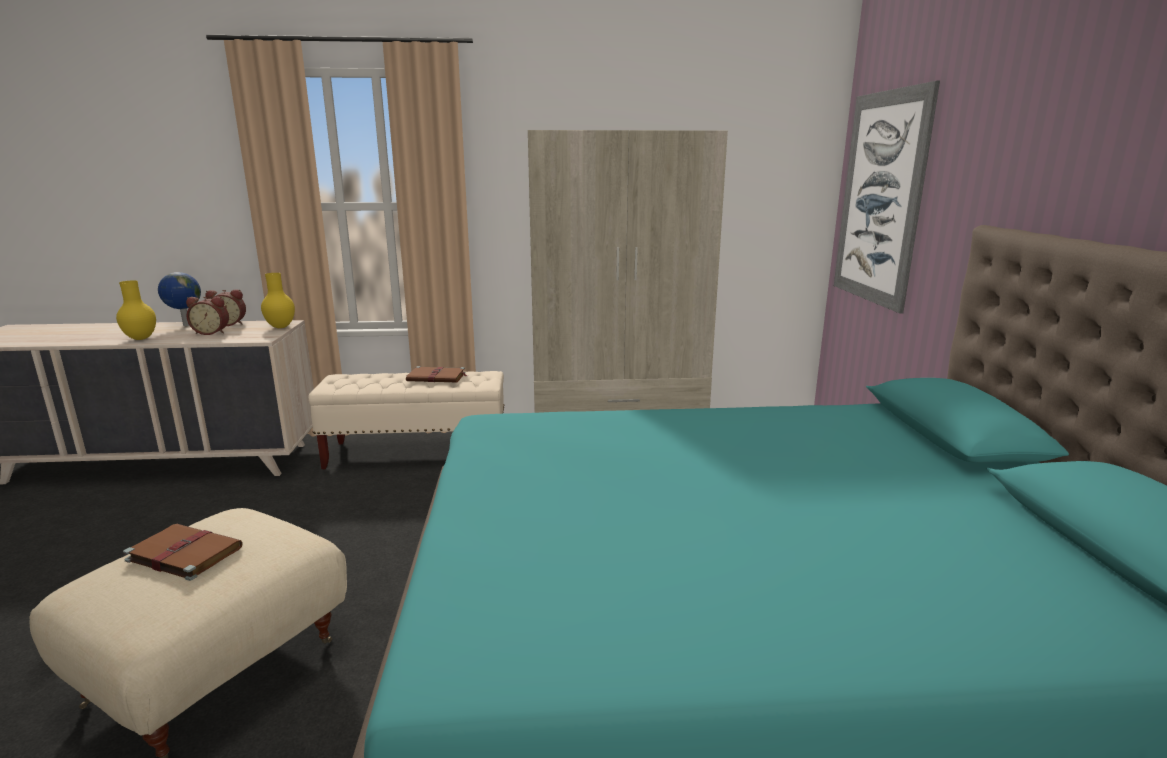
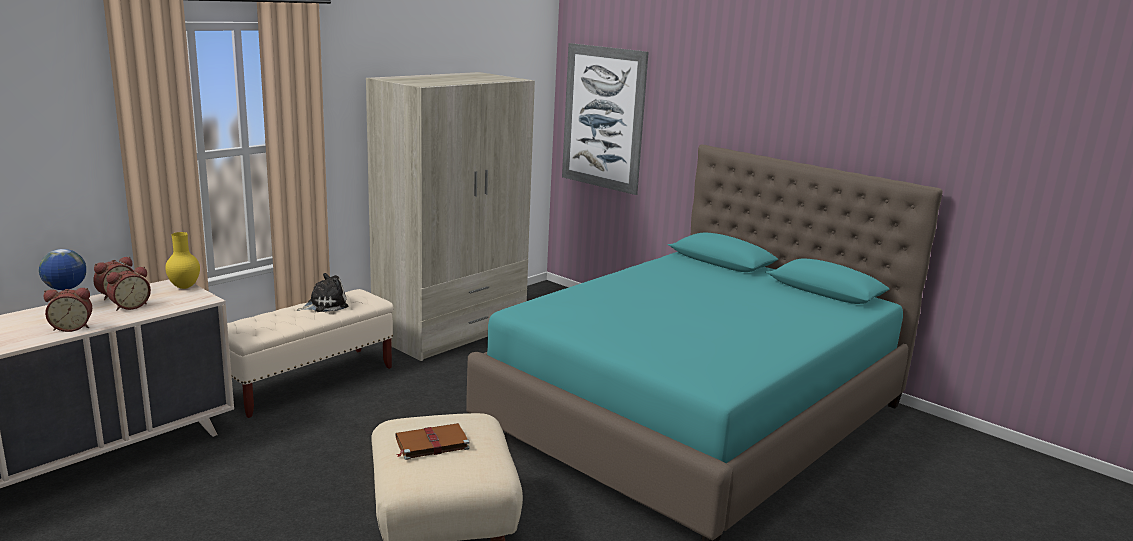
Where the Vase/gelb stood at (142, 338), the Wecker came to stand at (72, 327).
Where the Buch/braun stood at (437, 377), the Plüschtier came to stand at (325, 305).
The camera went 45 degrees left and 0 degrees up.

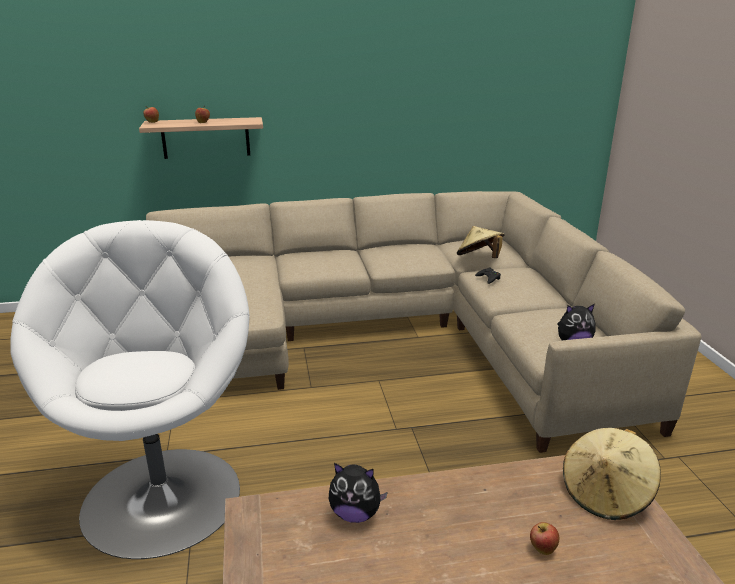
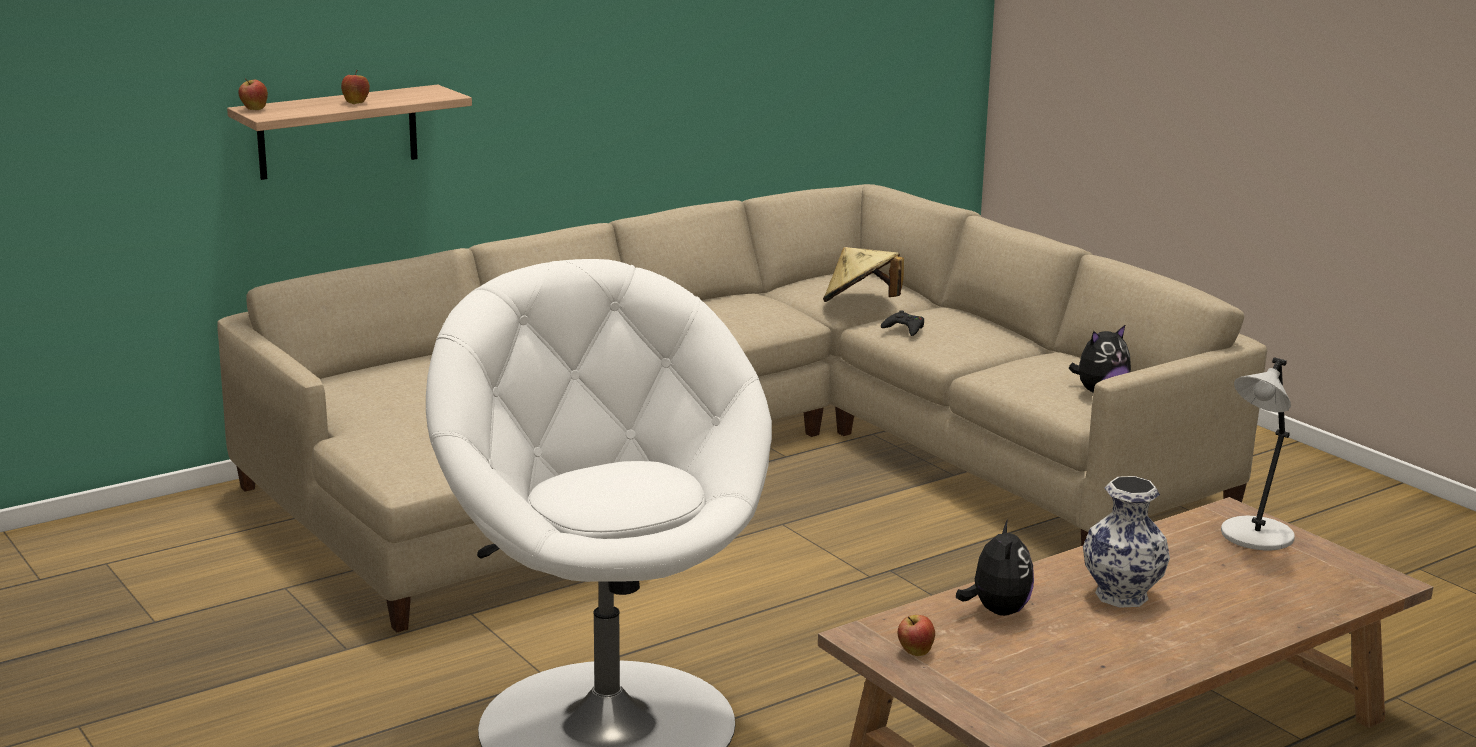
The Apfel ended up elsewhere, having gone from (542, 549) to (915, 652).
The Plüschtier at (355, 514) ended up facing another way, 75 degrees counterclockwise from before.
The second view gained the Vase at (1123, 596).
Where the Hut/beige stood at (606, 494), the Tischlampe/grau came to stand at (1255, 537).
The camera went 25 degrees left and 5 degrees down.

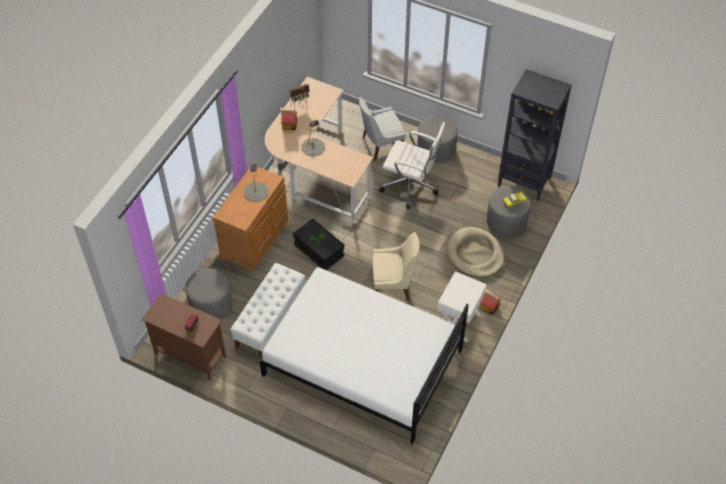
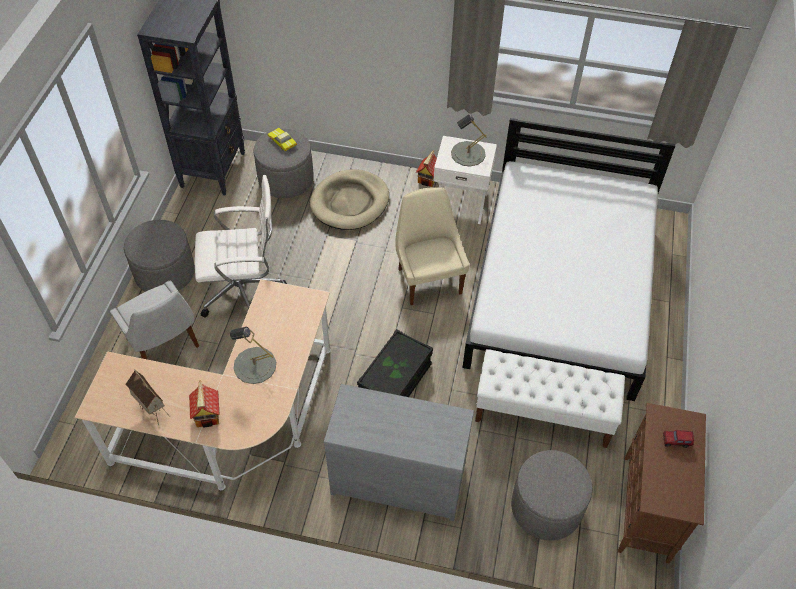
The Bürostuhl/weiß at (411, 186) ended up facing another way, 75 degrees clockwise from before.
What was the Kommode/braun at (256, 239) turned into the Kommode/grau at (398, 476).
The Tischlampe/grau ended up elsewhere, having gone from (256, 192) to (468, 154).
The camera went 105 degrees left and 0 degrees up.

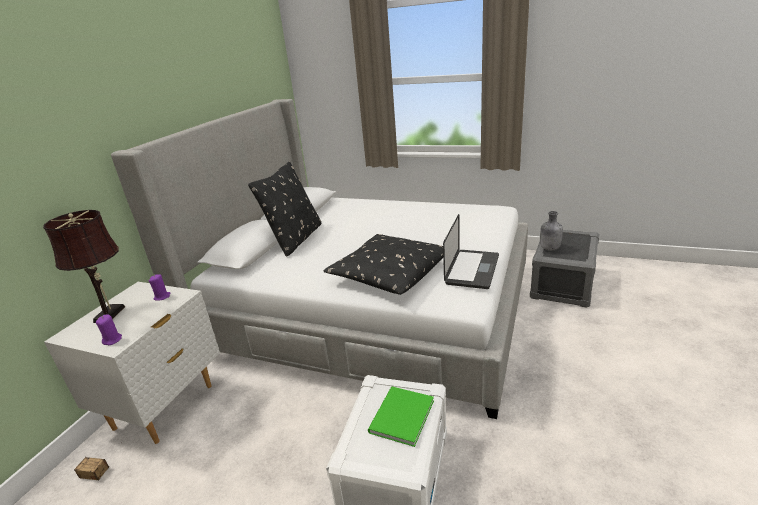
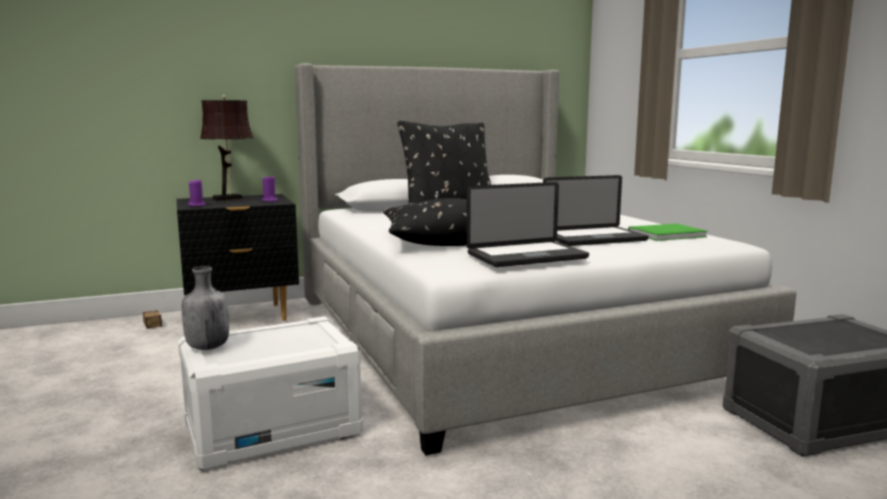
What was the Nachttisch/weiß at (165, 407) turned into the Nachttisch/schwarz at (241, 317).
The Flasche/grau ended up elsewhere, having gone from (549, 248) to (207, 347).
The second view gained the Laptop at (594, 238).
The Buch/grün ended up elsewhere, having gone from (399, 417) to (664, 234).
The camera went 45 degrees right and 15 degrees down.

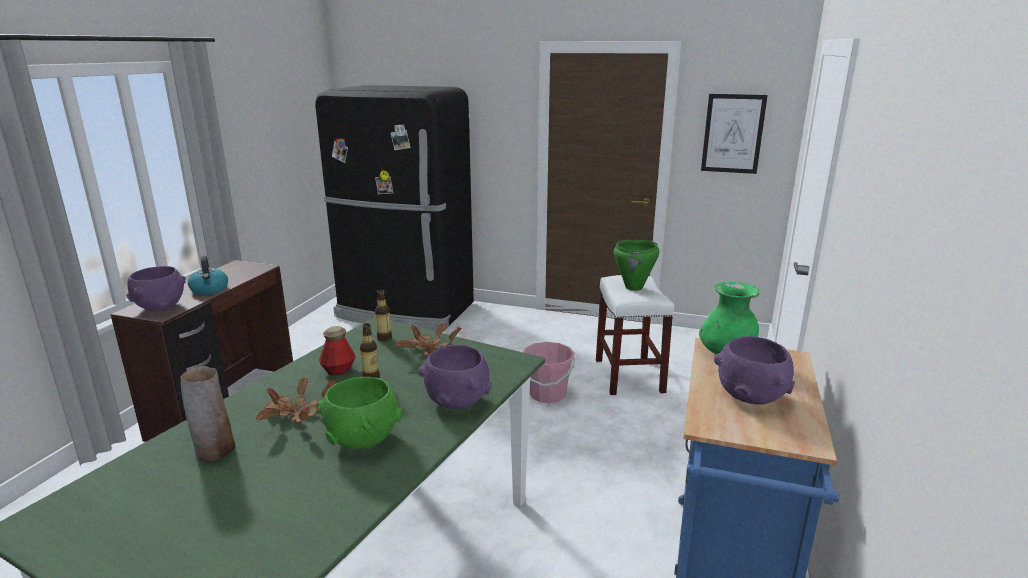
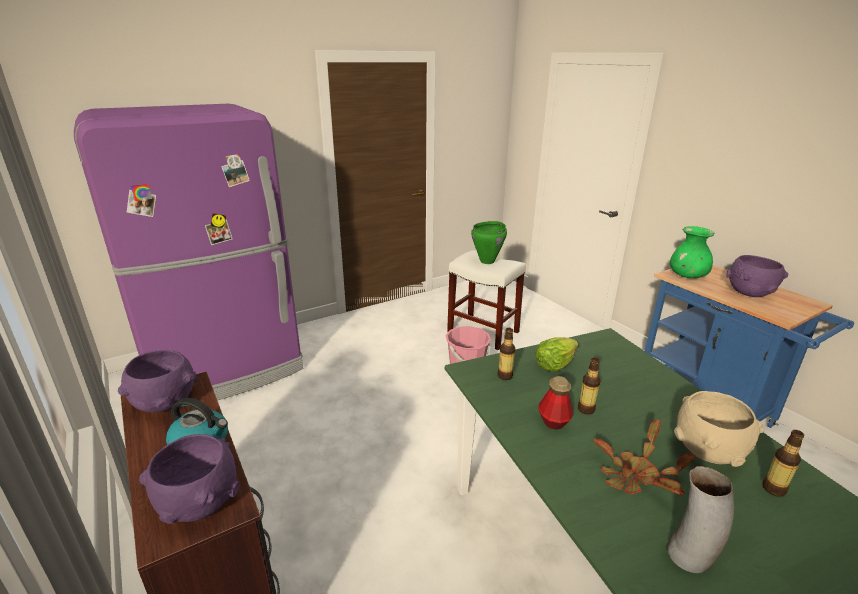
What was the Kühlschrank/schwarz at (405, 311) turned into the Kühlschrank/lila at (226, 369).
The Schüssel/lila ended up elsewhere, having gone from (456, 401) to (165, 403).
Where the Topfpflanze stood at (428, 350), the Salatkopf came to stand at (554, 365).
What was the Schüssel/grün at (364, 439) turned into the Schüssel/beige at (706, 451).
The second view gained the Flasche at (773, 489).
The second view lost the Bild at (733, 134).
The camera went 50 degrees left and 5 degrees up.

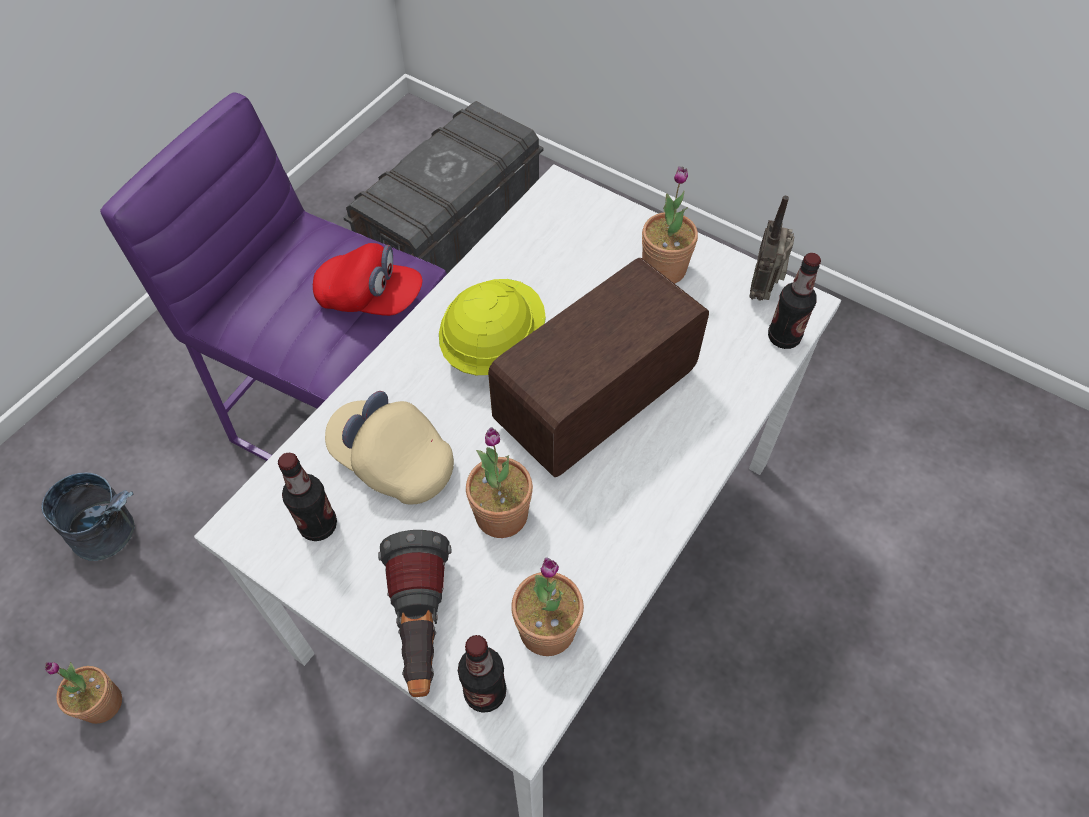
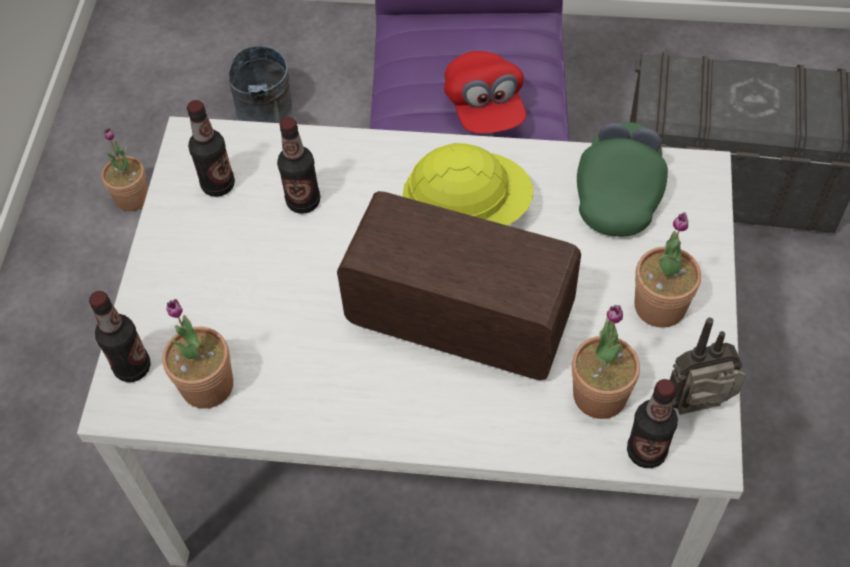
Where the Kappe/beige stood at (393, 461), the Flasche came to stand at (303, 201).
The Topfpflanze ended up elsewhere, having gone from (501, 515) to (600, 395).
The second view gained the Kappe/grün at (619, 192).
The second view lost the Taschenlampe at (421, 625).
The camera went 65 degrees right and 0 degrees up.

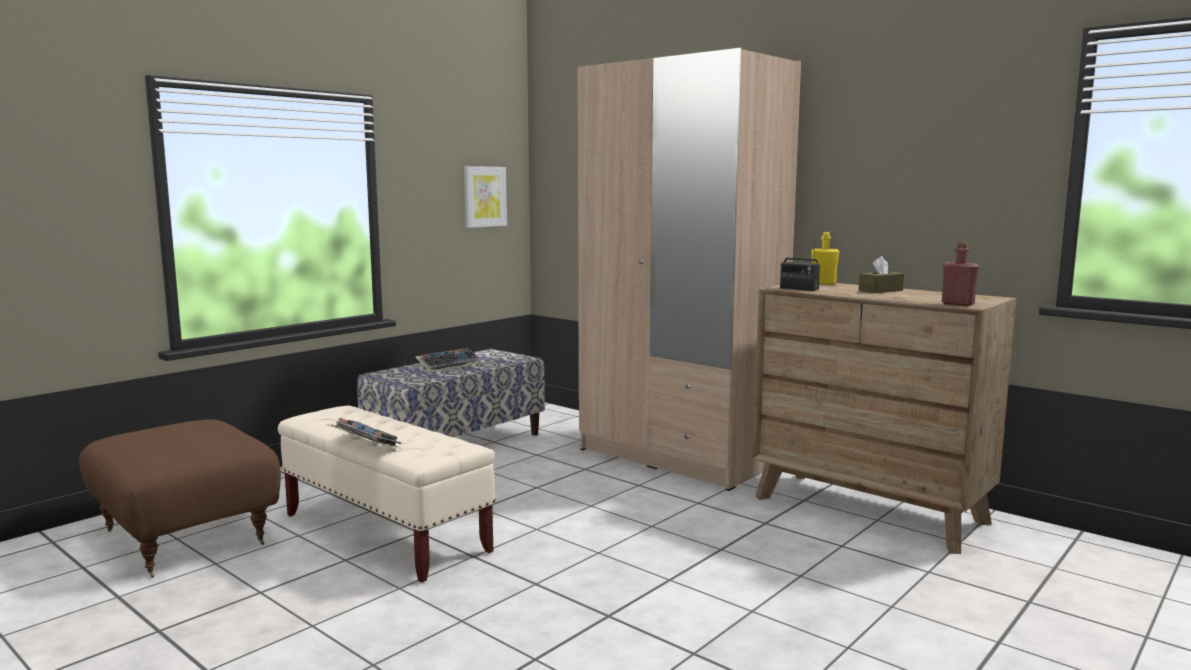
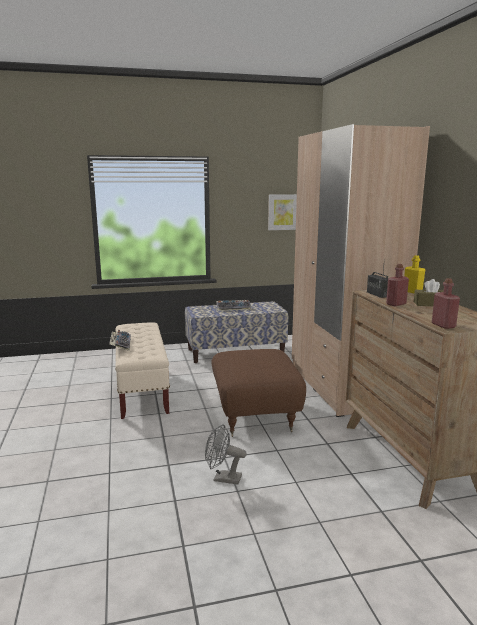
The second view gained the Ventilator/grau at (223, 478).
The Polsterhocker/braun ended up elsewhere, having gone from (188, 537) to (256, 414).
The second view gained the Flasche/rot at (396, 304).
The camera went 35 degrees right and 5 degrees up.

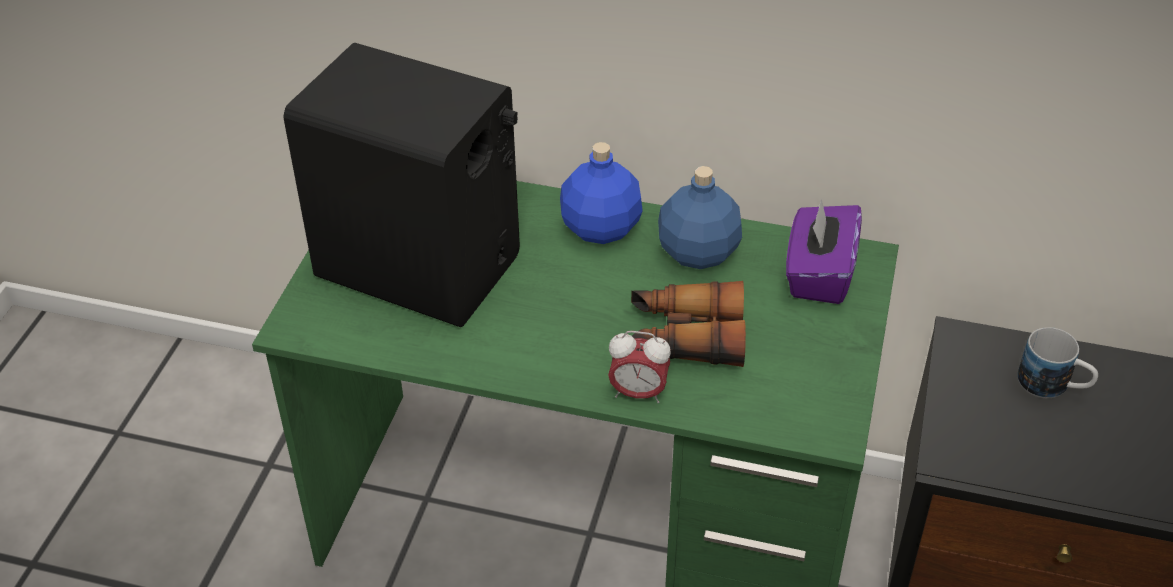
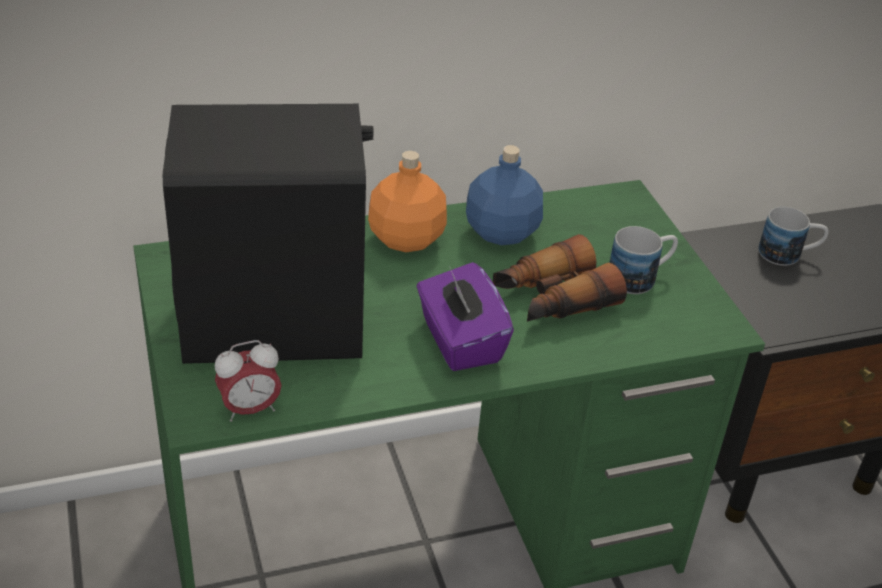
The Wecker ended up elsewhere, having gone from (638, 393) to (250, 409).
What was the Flasche/blau at (602, 228) turned into the Flasche/orange at (407, 239).
The Taschentuchbox/lila ended up elsewhere, having gone from (818, 274) to (459, 341).
The second view gained the Henkelbecher at (640, 277).
The camera went 35 degrees left and 5 degrees down.

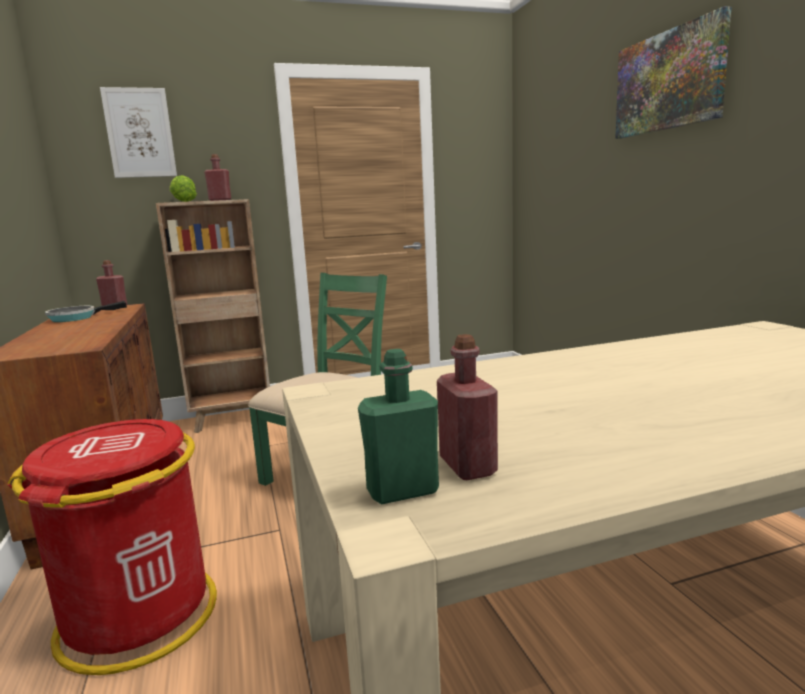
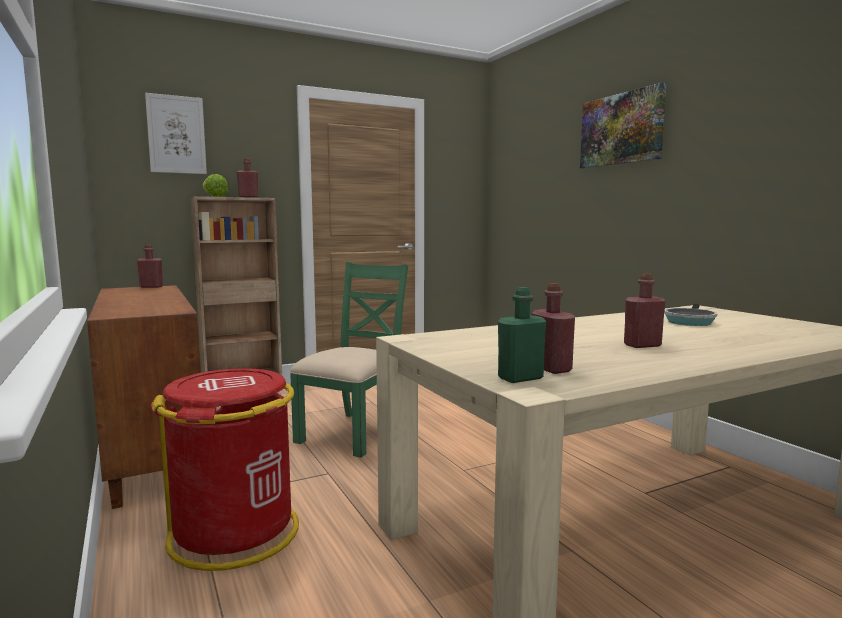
The second view gained the Flasche/rot at (642, 345).
The Pfanne ended up elsewhere, having gone from (76, 318) to (689, 321).
The camera went 10 degrees left and 5 degrees down.

